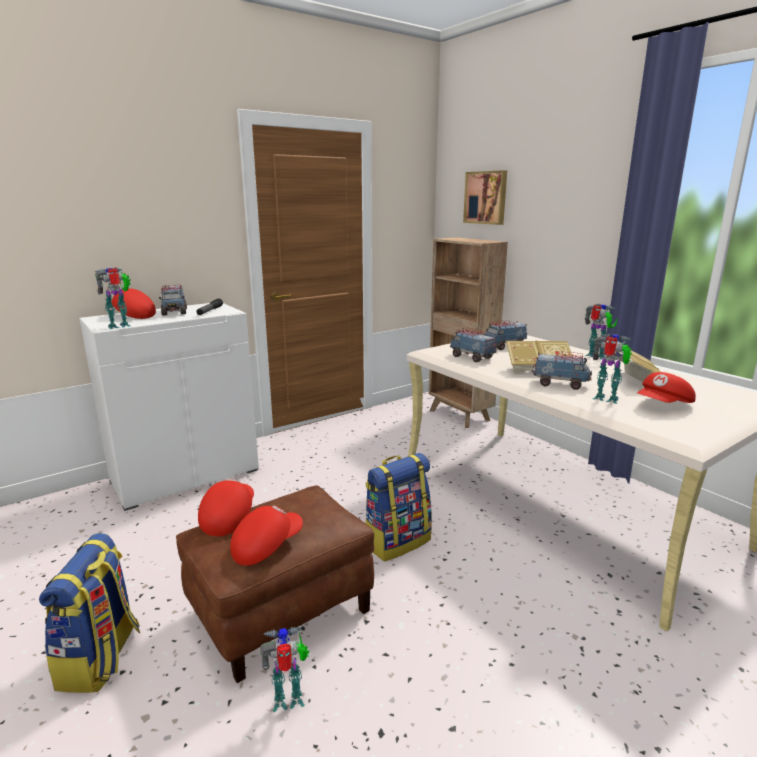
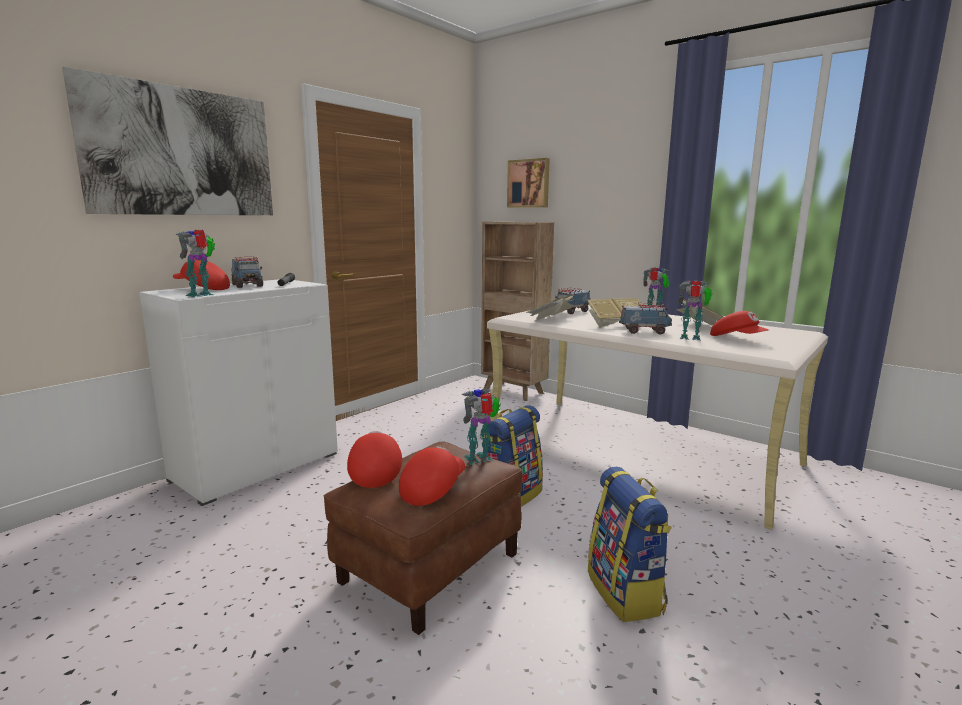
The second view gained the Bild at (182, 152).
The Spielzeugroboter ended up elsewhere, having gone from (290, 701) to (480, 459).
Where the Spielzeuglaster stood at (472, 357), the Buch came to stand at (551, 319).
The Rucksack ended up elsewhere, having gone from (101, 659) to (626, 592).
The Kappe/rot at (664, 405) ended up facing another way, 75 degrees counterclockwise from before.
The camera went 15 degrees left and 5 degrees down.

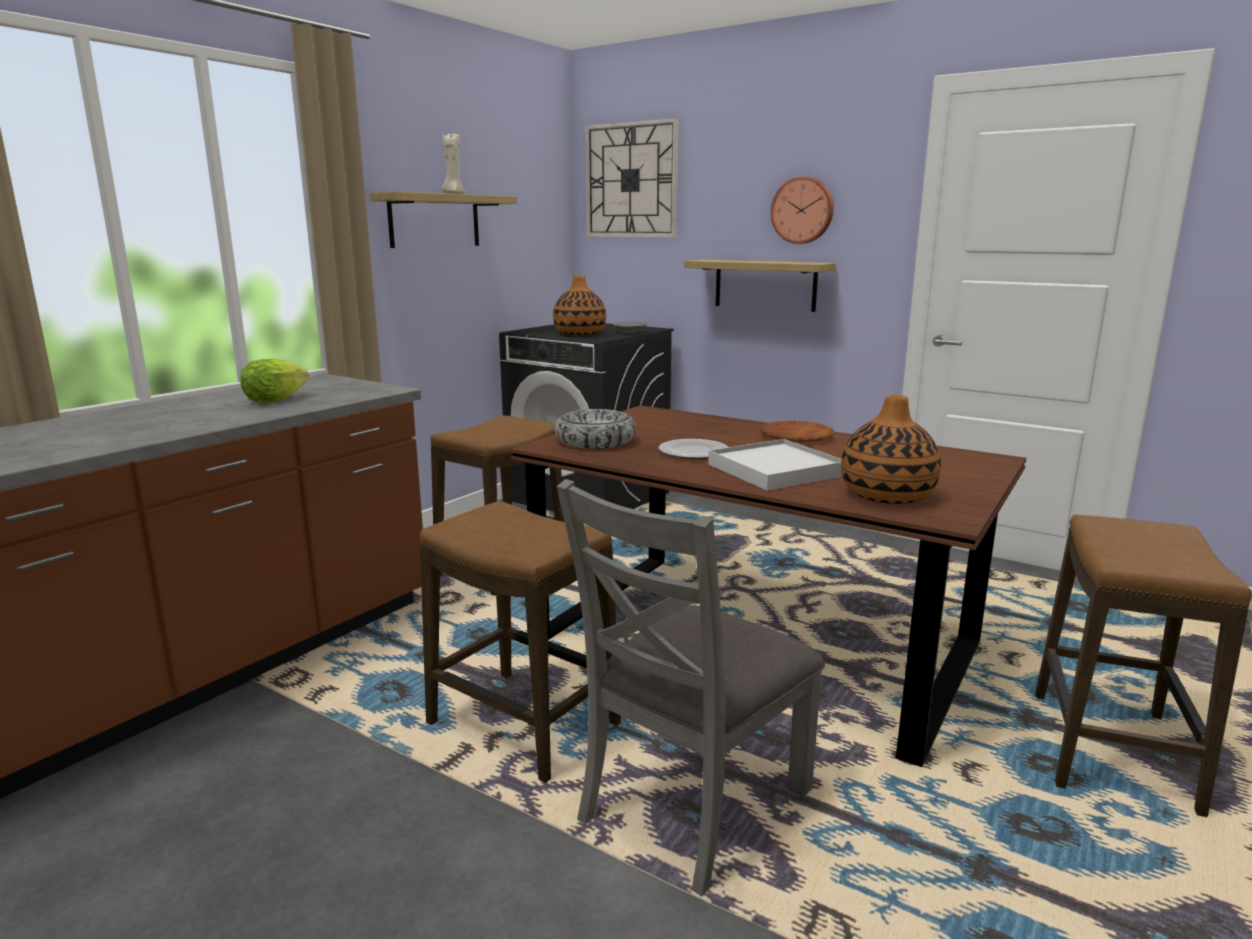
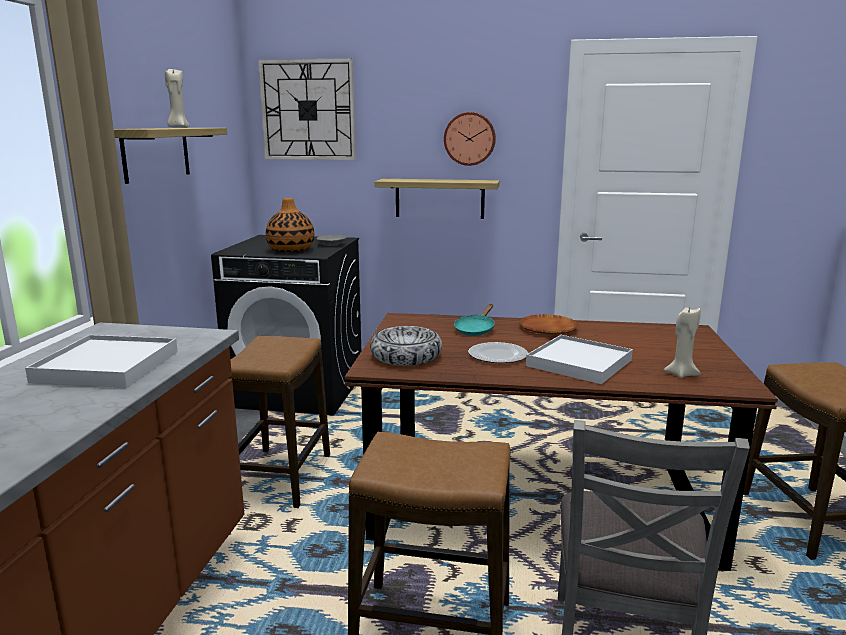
Where the Salatkopf stood at (275, 400), the Tablett/weiß came to stand at (107, 366).
The second view gained the Pfanne/türkis at (475, 329).
Where the Vase stood at (887, 496), the Kerze/beige came to stand at (681, 374).
The camera went 25 degrees left and 0 degrees up.

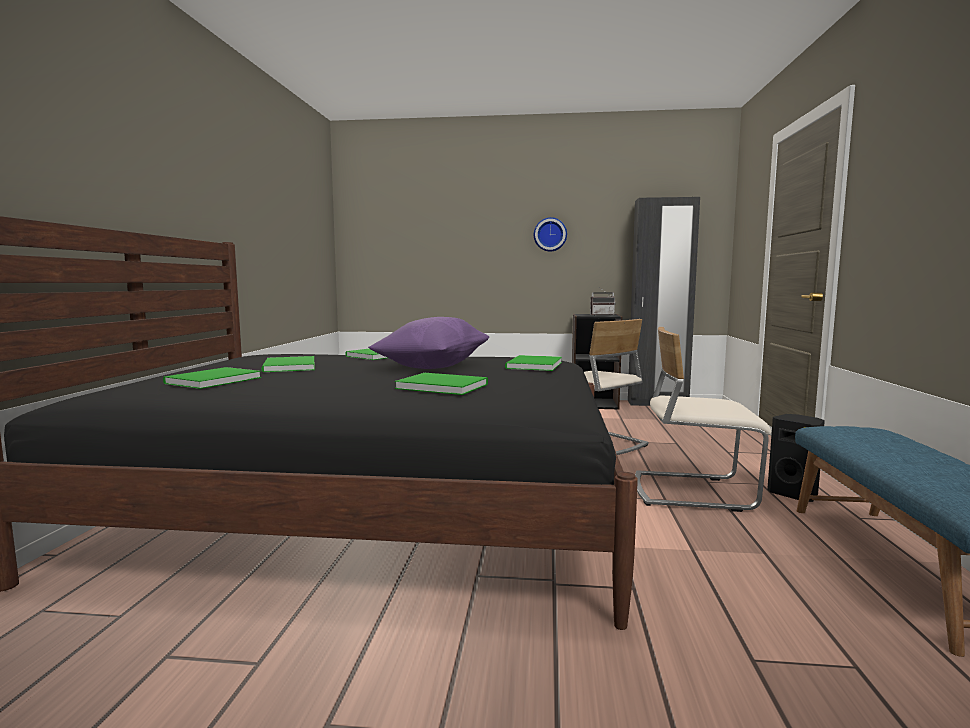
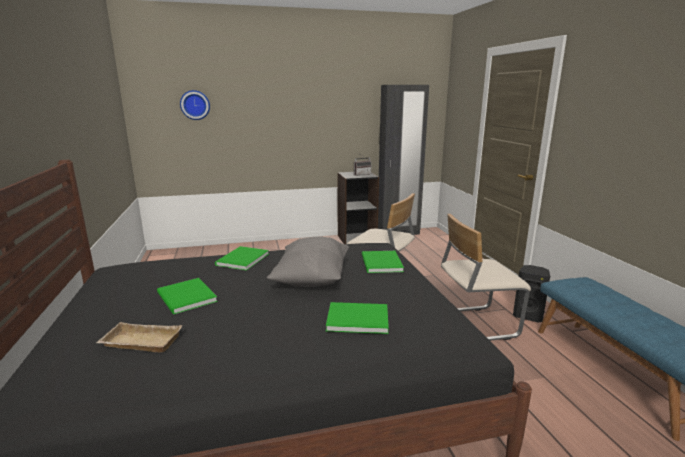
Where the Buch/grün stood at (210, 380), the Tablett/beige came to stand at (140, 343).
The Wanduhr ended up elsewhere, having gone from (550, 234) to (195, 105).
What was the Kissen/lila at (432, 367) turned into the Kissen/grau at (311, 279).
The camera went 20 degrees left and 10 degrees up.

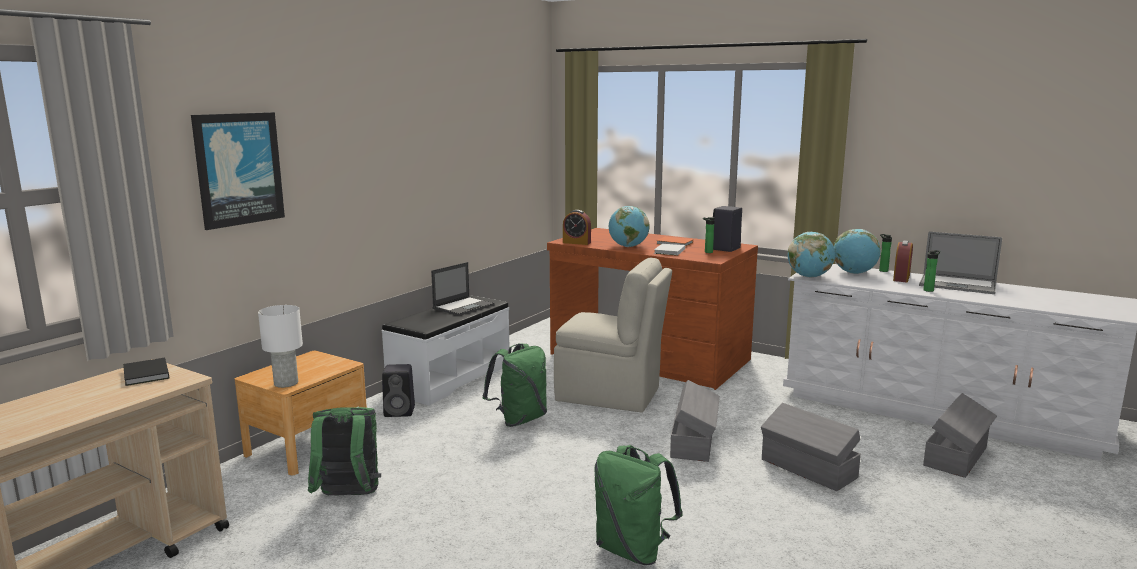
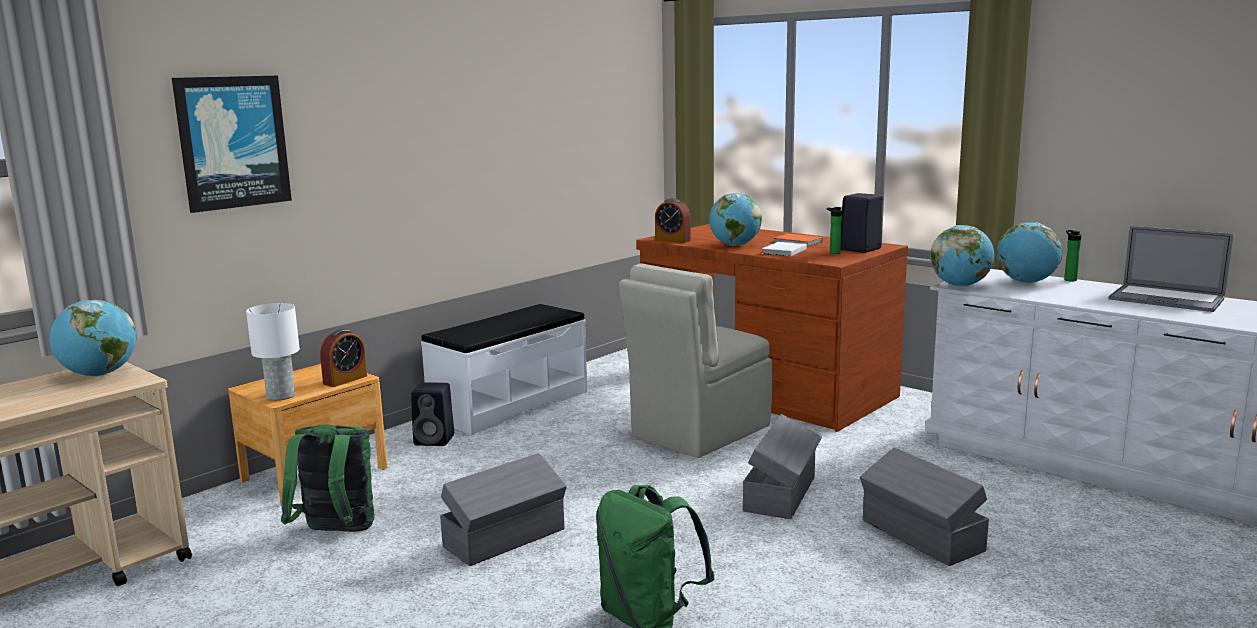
Where the Buch/schwarz stood at (145, 374), the Globus came to stand at (99, 374).
The Wecker ended up elsewhere, having gone from (901, 278) to (345, 380).
The Aufbewahrungsbox/grau ended up elsewhere, having gone from (957, 456) to (506, 538).
The Stuhl/beige at (610, 395) ended up facing another way, 105 degrees clockwise from before.
The second view lost the Laptop at (464, 306).
The second view lost the Rucksack/grün at (519, 419).
The second view lost the Flasche at (929, 290).
The camera went 10 degrees right and 0 degrees up.

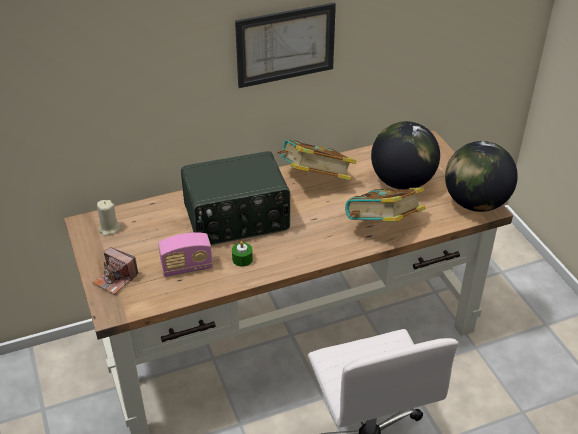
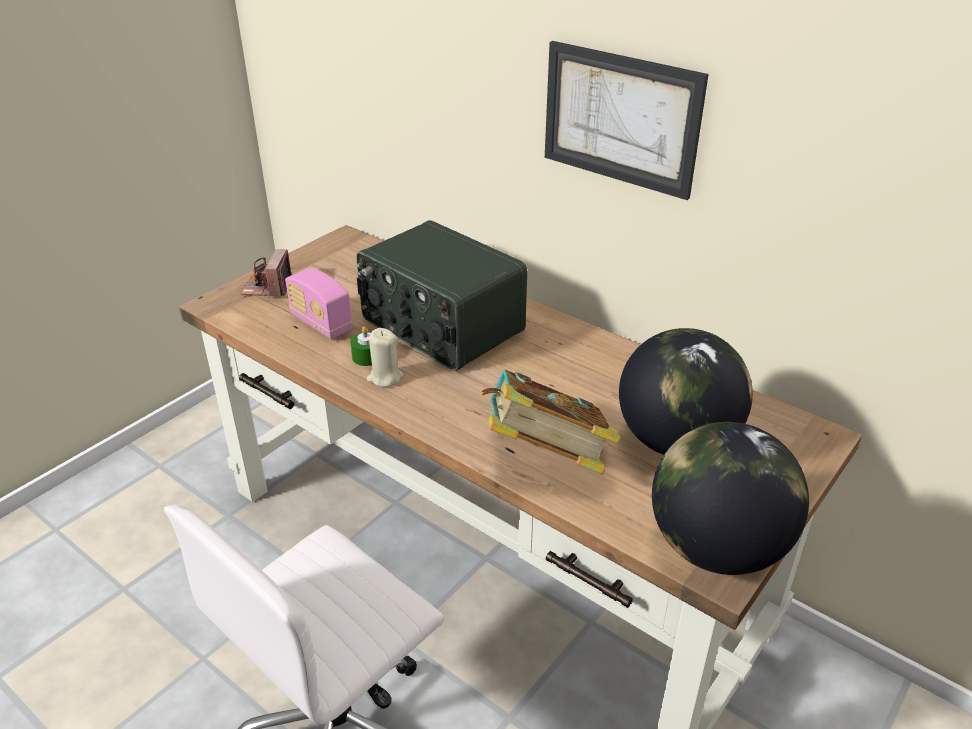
The Kerze/beige ended up elsewhere, having gone from (109, 229) to (385, 378).
The second view lost the Buch at (315, 180).
The camera went 60 degrees right and 5 degrees down.

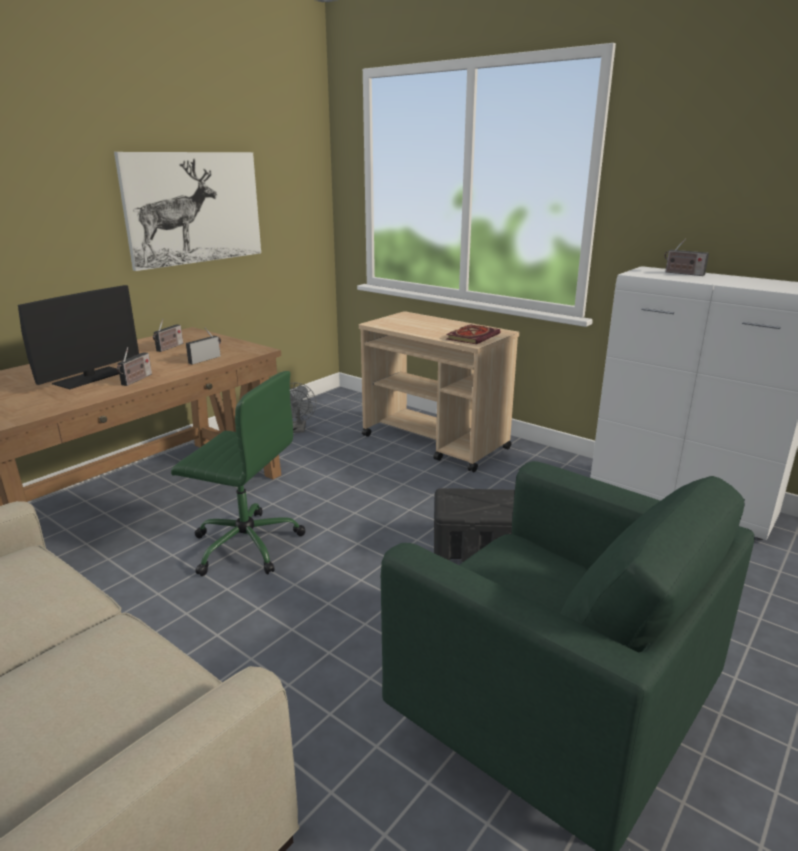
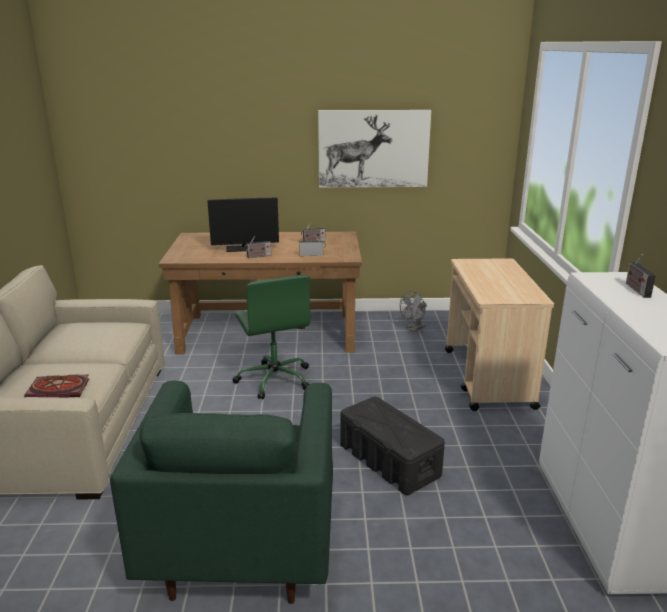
The Buch ended up elsewhere, having gone from (472, 336) to (60, 389).
The camera went 50 degrees right and 0 degrees up.

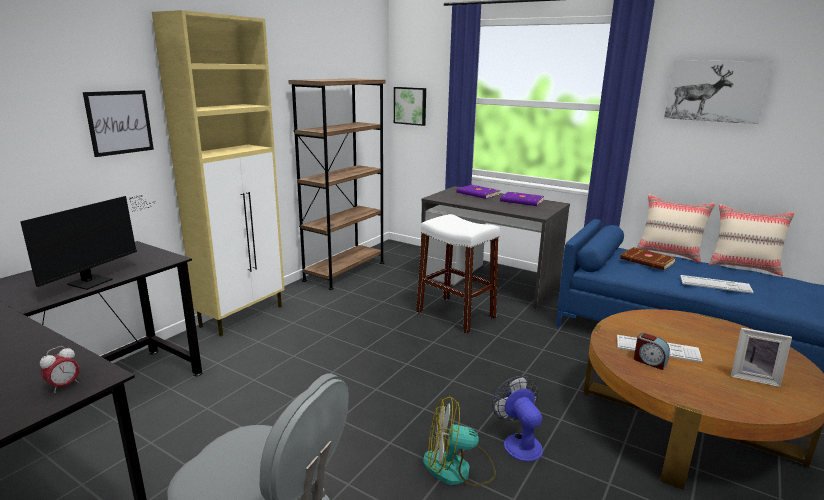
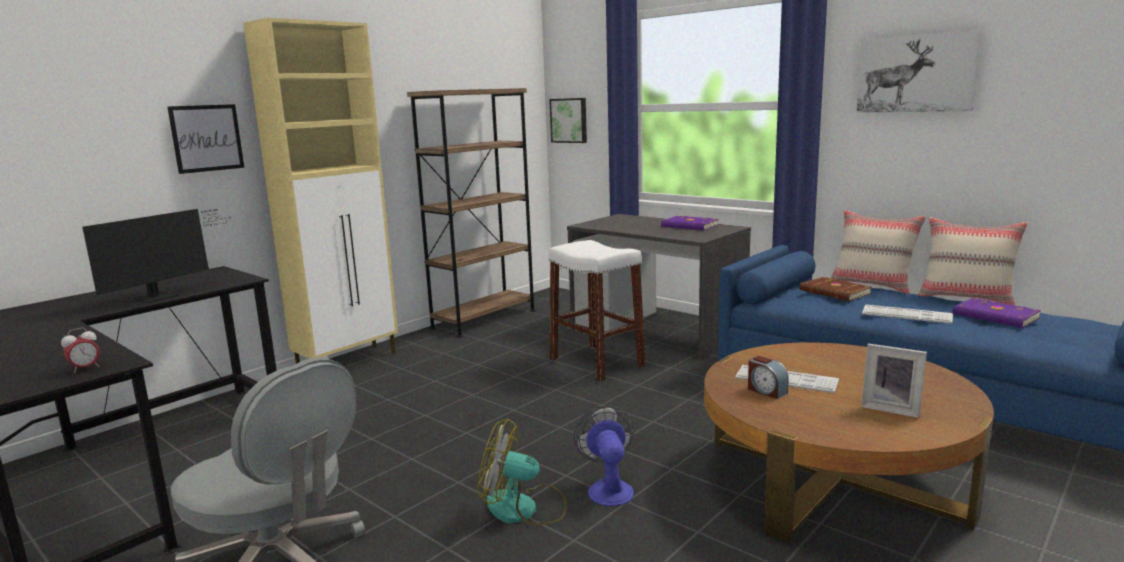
The Buch/lila ended up elsewhere, having gone from (477, 194) to (995, 317).
The camera went 10 degrees right and 5 degrees down.

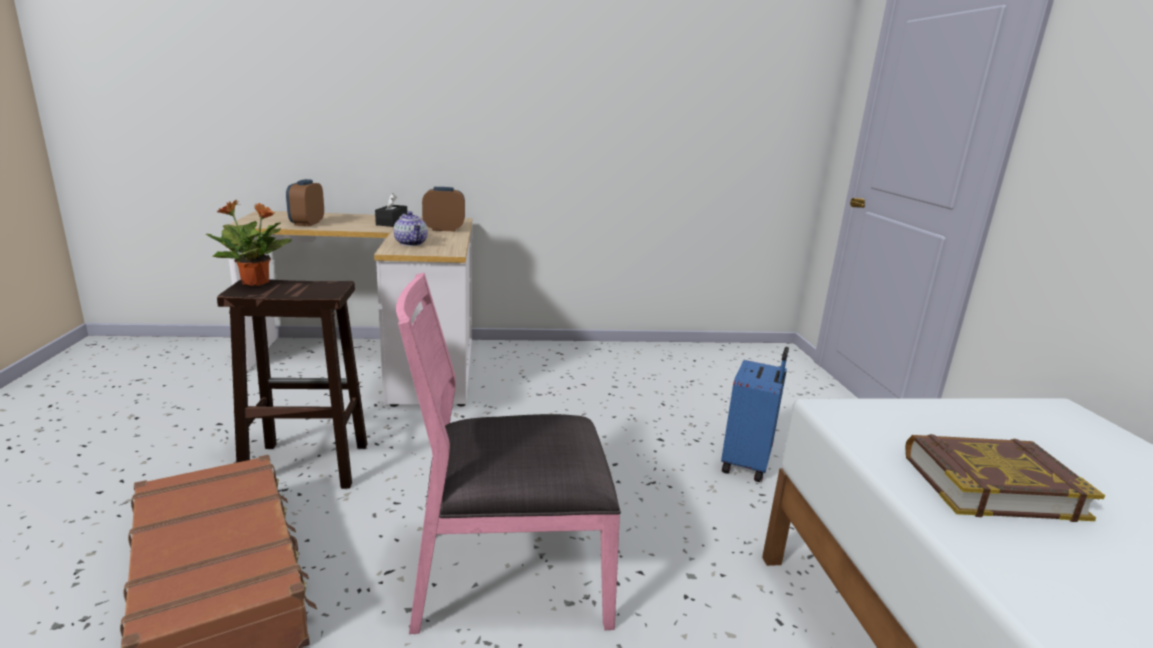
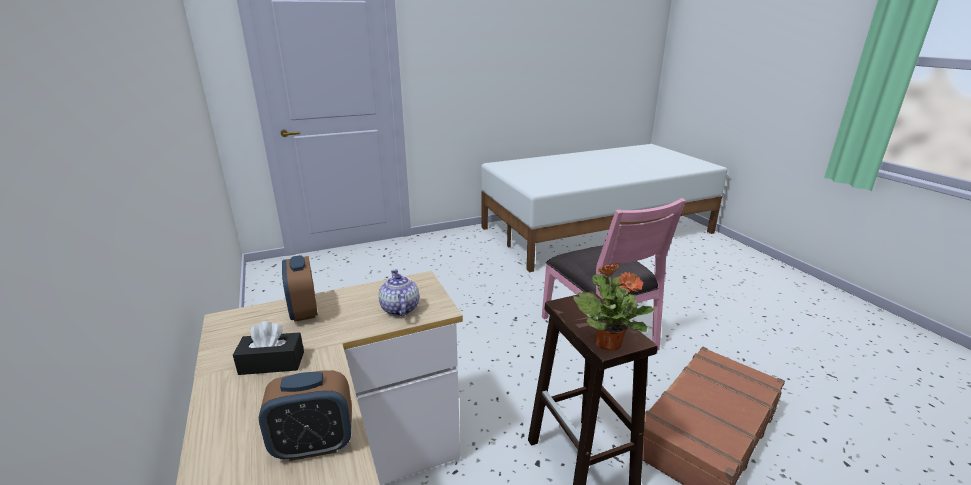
The Teekanne at (411, 243) ended up facing another way, 60 degrees counterclockwise from before.
The second view lost the Koffer/blau at (747, 464).
The second view lost the Buch at (990, 485).
The camera went 105 degrees left and 5 degrees up.

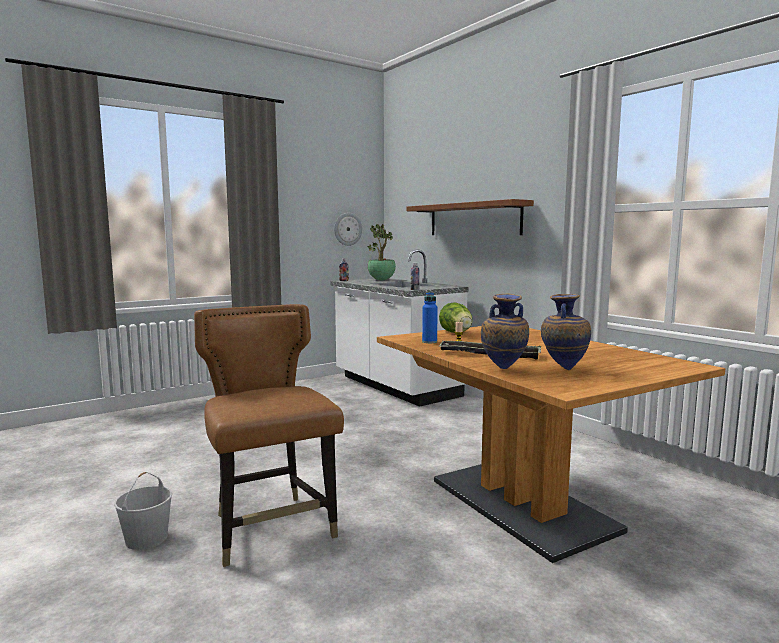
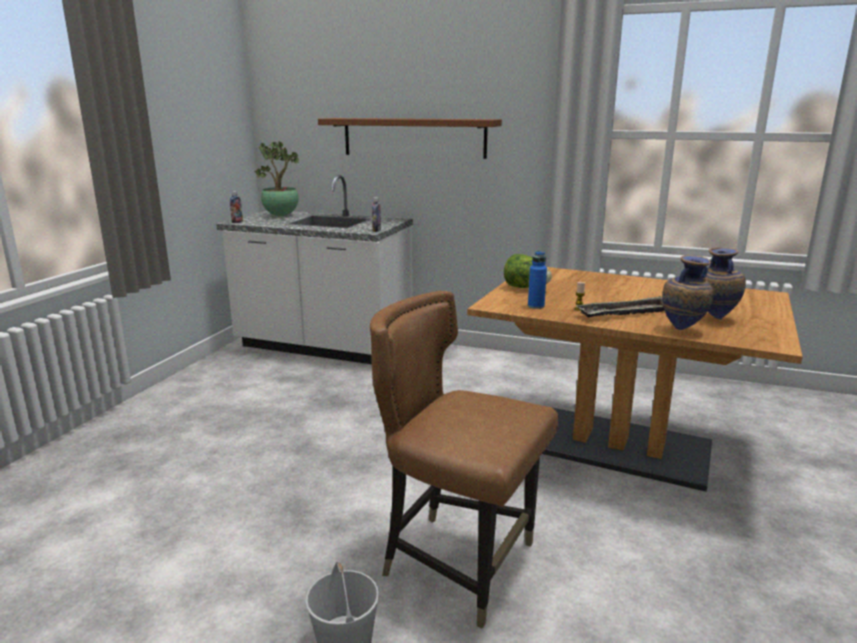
The second view lost the Wanduhr at (347, 229).
The camera went 35 degrees left and 10 degrees up.

